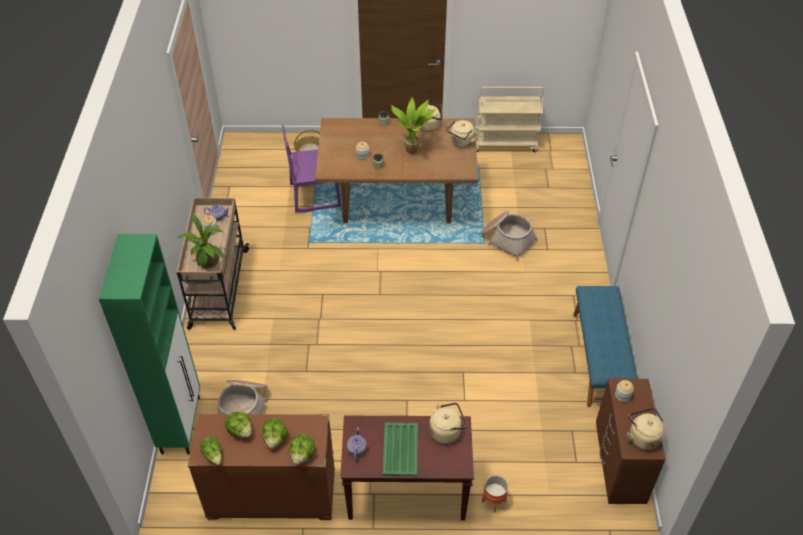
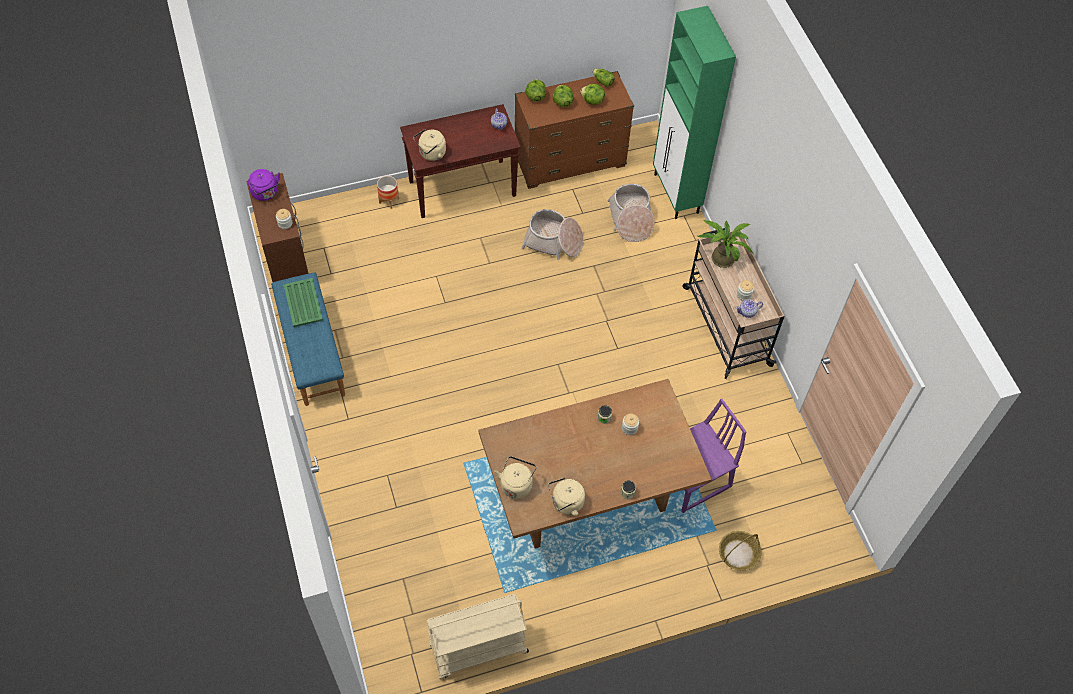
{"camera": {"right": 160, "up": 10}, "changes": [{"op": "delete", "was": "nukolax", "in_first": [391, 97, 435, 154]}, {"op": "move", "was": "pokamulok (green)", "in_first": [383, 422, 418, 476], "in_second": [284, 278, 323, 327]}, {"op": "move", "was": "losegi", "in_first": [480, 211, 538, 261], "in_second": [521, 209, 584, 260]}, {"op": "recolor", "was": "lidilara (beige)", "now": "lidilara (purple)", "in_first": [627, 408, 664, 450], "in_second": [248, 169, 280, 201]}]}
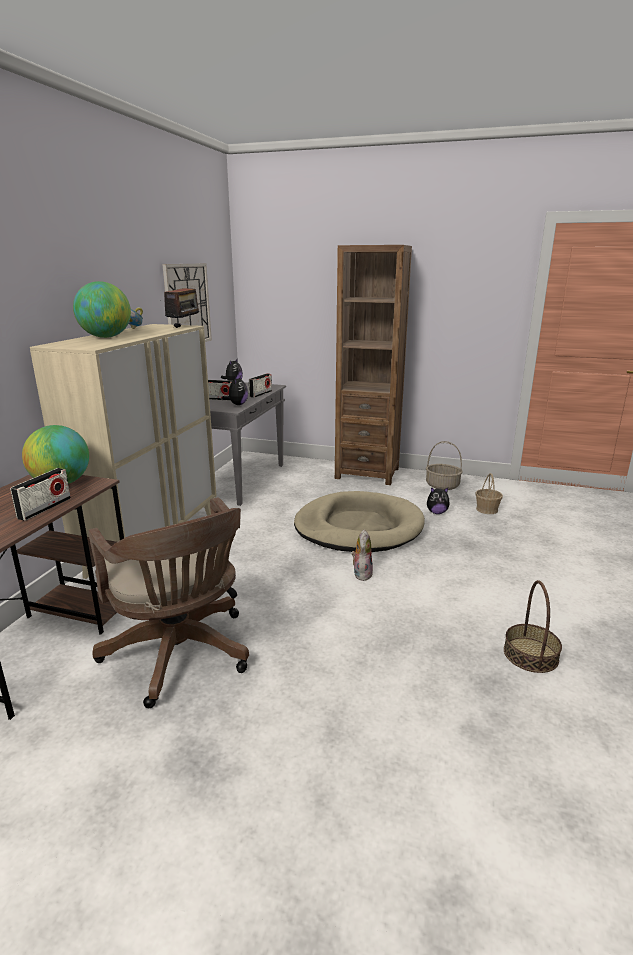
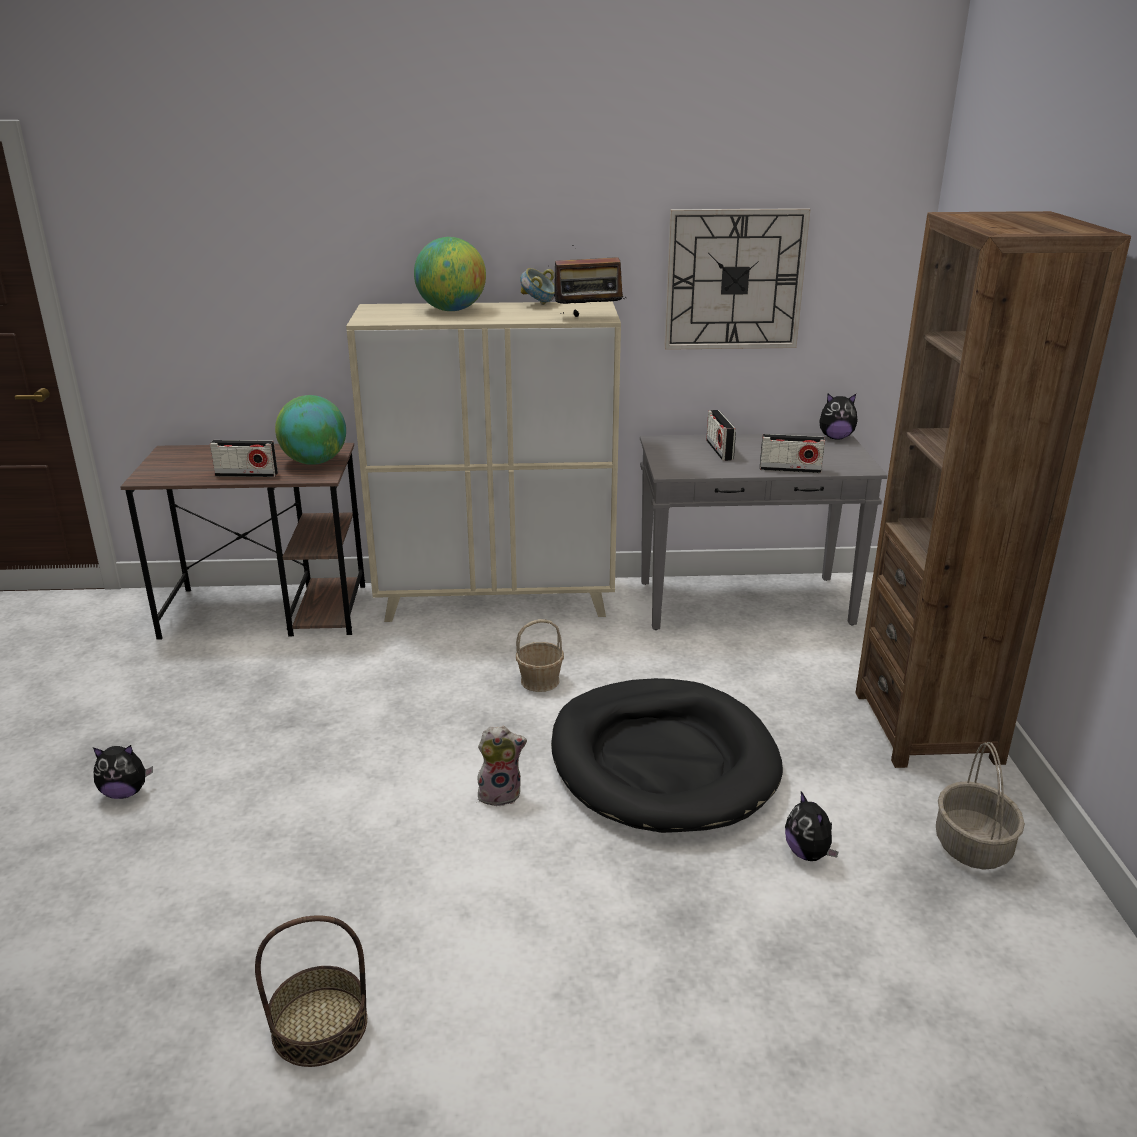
{"camera": {"right": 70, "up": 5}, "changes": [{"op": "delete", "was": "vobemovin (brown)", "in_first": [88, 497, 249, 708]}, {"op": "move", "was": "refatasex", "in_first": [222, 376, 248, 405], "in_second": [93, 745, 153, 799]}, {"op": "move", "was": "losegi", "in_first": [475, 473, 503, 514], "in_second": [516, 619, 564, 692]}, {"op": "recolor", "was": "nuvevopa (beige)", "now": "nuvevopa (black)", "in_first": [294, 491, 425, 552], "in_second": [551, 678, 783, 833]}]}
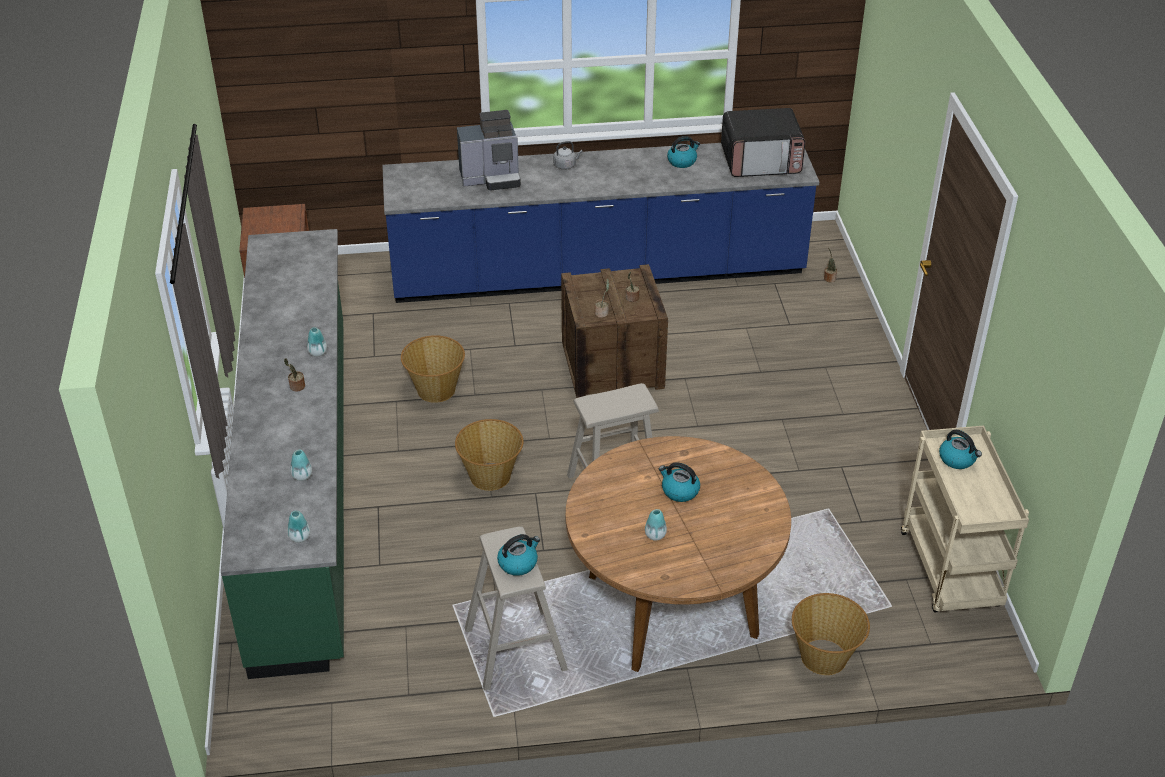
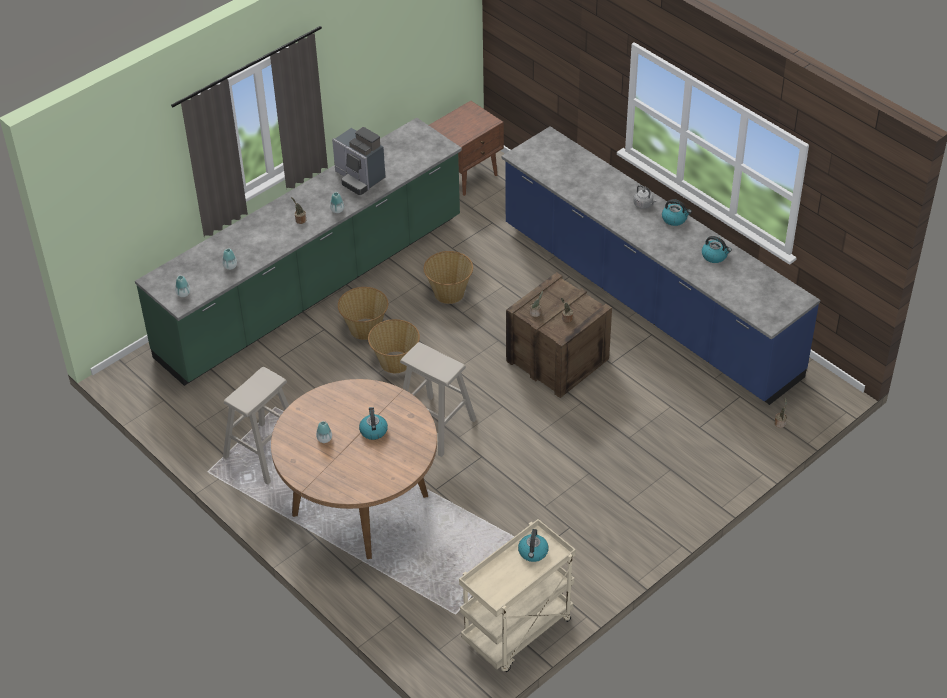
{"camera": {"right": 55, "up": 5}, "changes": [{"op": "delete", "was": "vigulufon", "in_first": [721, 108, 806, 177]}, {"op": "move", "was": "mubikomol", "in_first": [457, 110, 521, 190], "in_second": [332, 127, 385, 195]}, {"op": "move", "was": "lidilara", "in_first": [497, 534, 540, 576], "in_second": [662, 199, 692, 226]}, {"op": "move", "was": "losegi", "in_first": [792, 593, 870, 675], "in_second": [338, 287, 388, 340]}]}
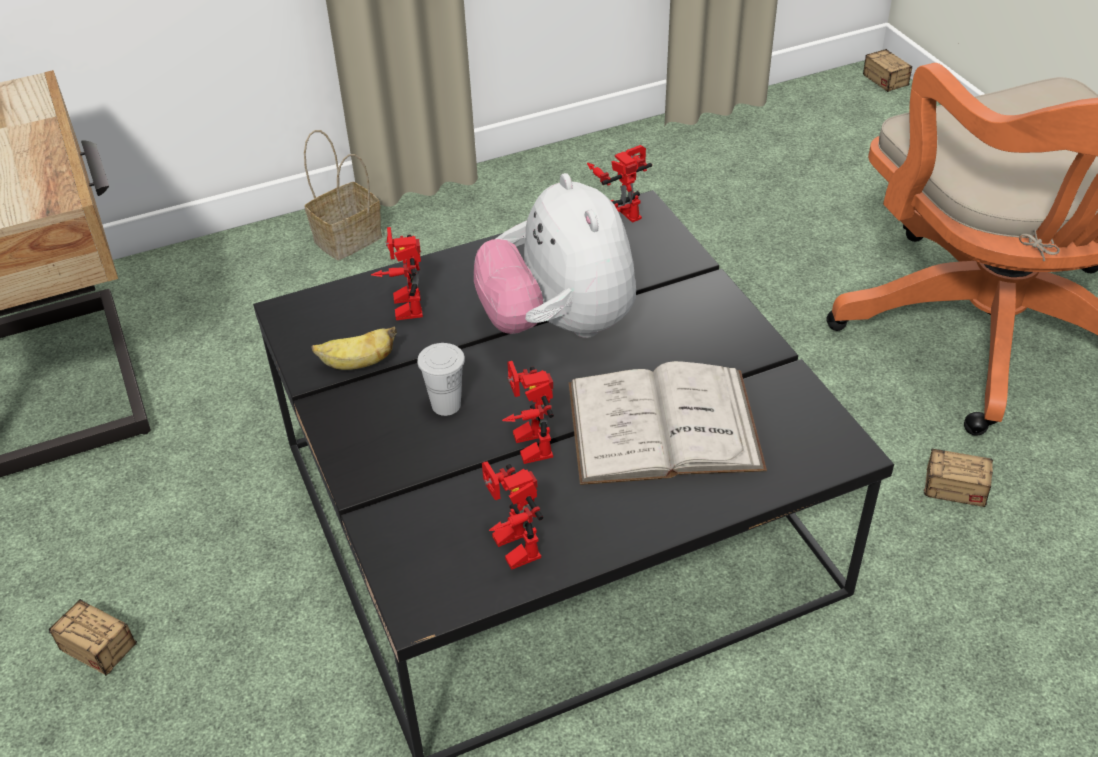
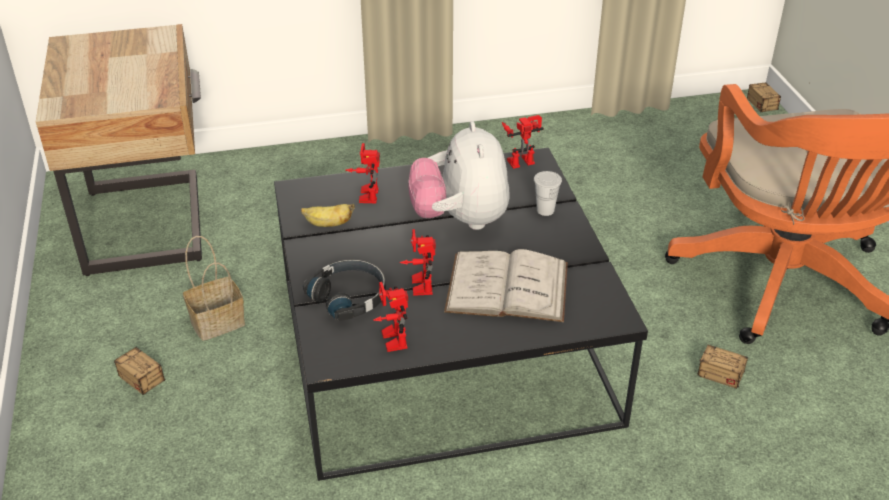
{"camera": {"right": 10, "up": -5}, "changes": [{"op": "insert", "now": "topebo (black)", "in_second": [303, 259, 386, 321]}, {"op": "move", "was": "losegi", "in_first": [304, 130, 382, 260], "in_second": [183, 236, 245, 341]}, {"op": "move", "was": "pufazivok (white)", "in_first": [417, 343, 465, 416], "in_second": [534, 171, 562, 216]}]}
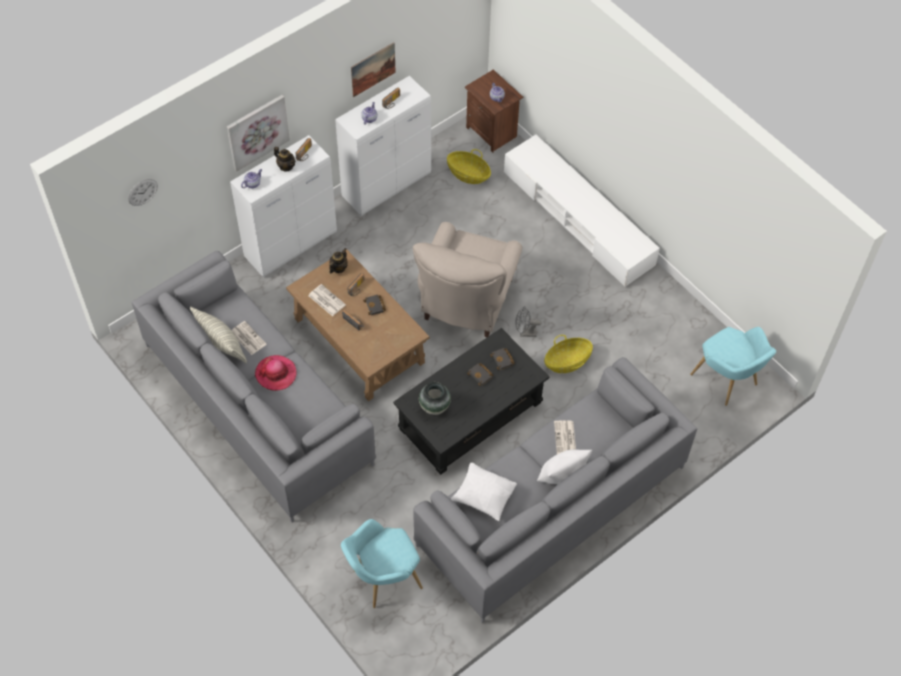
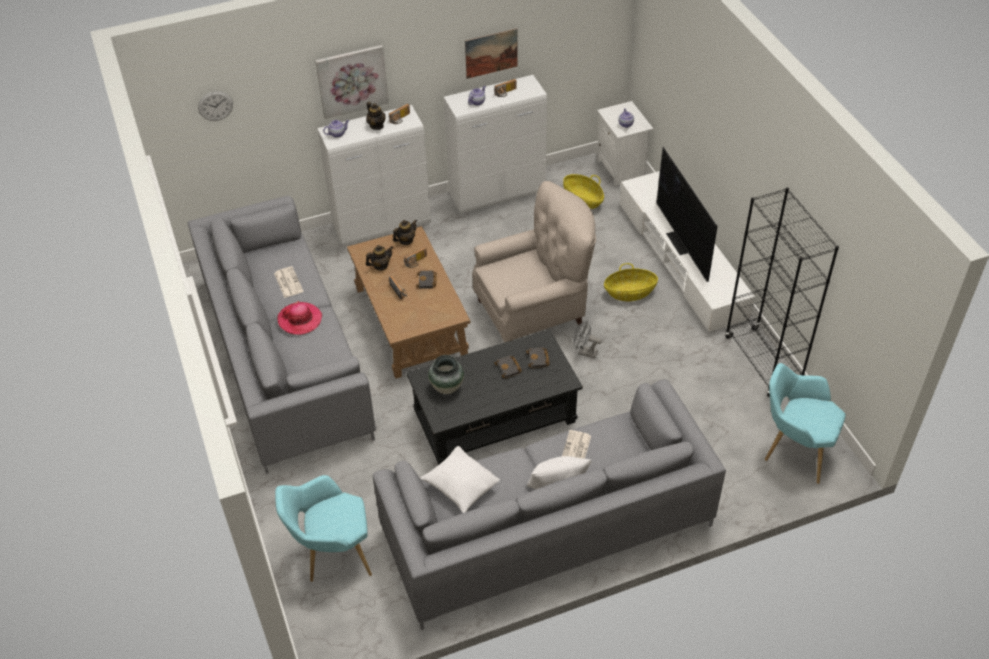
{"camera": {"right": 20, "up": -10}, "changes": [{"op": "delete", "was": "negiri", "in_first": [190, 307, 247, 363]}, {"op": "insert", "now": "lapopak", "in_second": [656, 147, 717, 282]}, {"op": "insert", "now": "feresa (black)", "in_second": [725, 187, 839, 397]}, {"op": "move", "was": "losegi", "in_first": [544, 335, 593, 373], "in_second": [604, 263, 658, 301]}, {"op": "replace", "was": "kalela", "now": "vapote", "in_first": [308, 284, 346, 316], "in_second": [366, 245, 393, 270]}, {"op": "recolor", "was": "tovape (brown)", "now": "tovape (white)", "in_first": [465, 70, 523, 153], "in_second": [597, 101, 653, 186]}, {"op": "rotate", "was": "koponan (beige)", "in_first": [413, 222, 522, 337], "in_second": [472, 181, 596, 342], "clockwise": -150}, {"op": "rotate", "was": "koponan (turquoise)", "in_first": [690, 327, 776, 406], "in_second": [765, 363, 846, 484], "clockwise": 135}]}
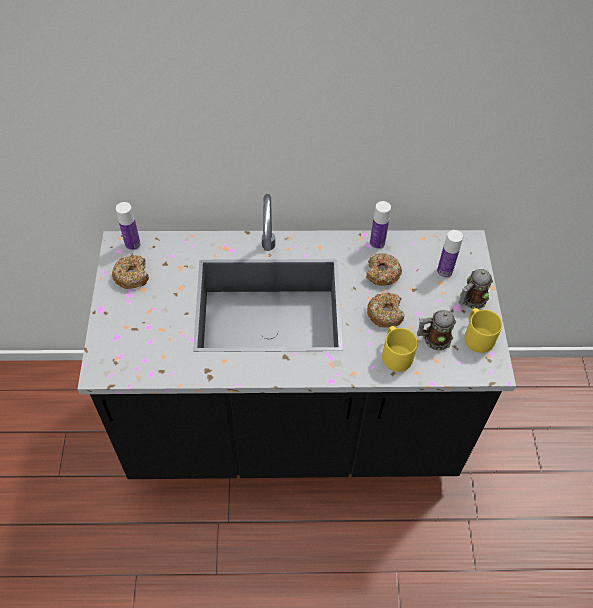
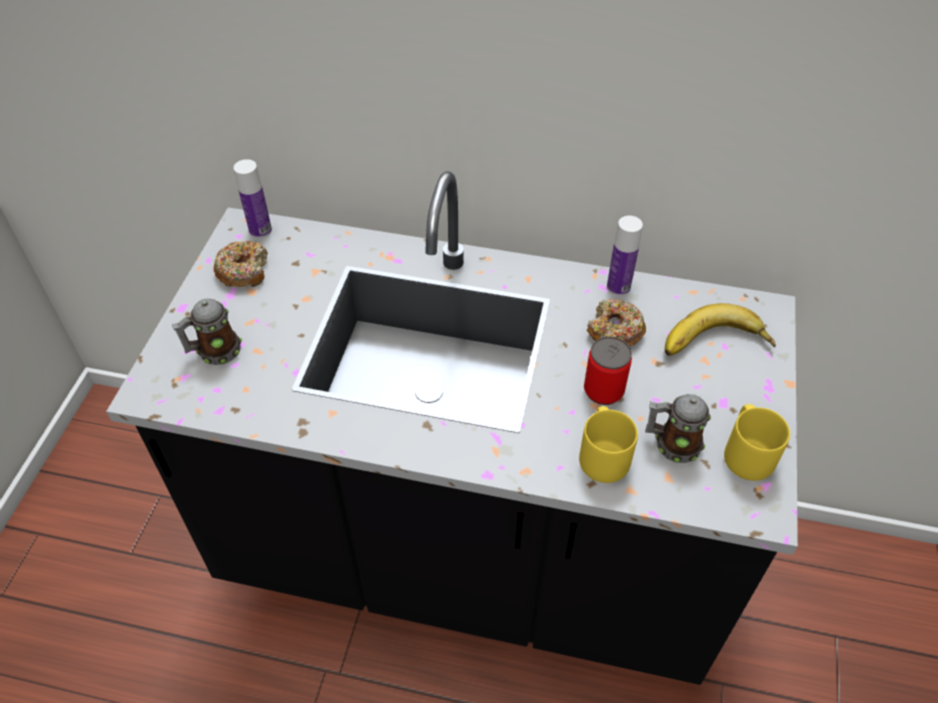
{"camera": {"right": 15, "up": -5}, "changes": [{"op": "move", "was": "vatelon", "in_first": [459, 269, 493, 309], "in_second": [172, 298, 242, 365]}, {"op": "replace", "was": "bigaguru", "now": "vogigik", "in_first": [367, 293, 404, 328], "in_second": [584, 336, 632, 405]}, {"op": "replace", "was": "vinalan", "now": "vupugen", "in_first": [437, 230, 463, 278], "in_second": [665, 303, 776, 356]}]}
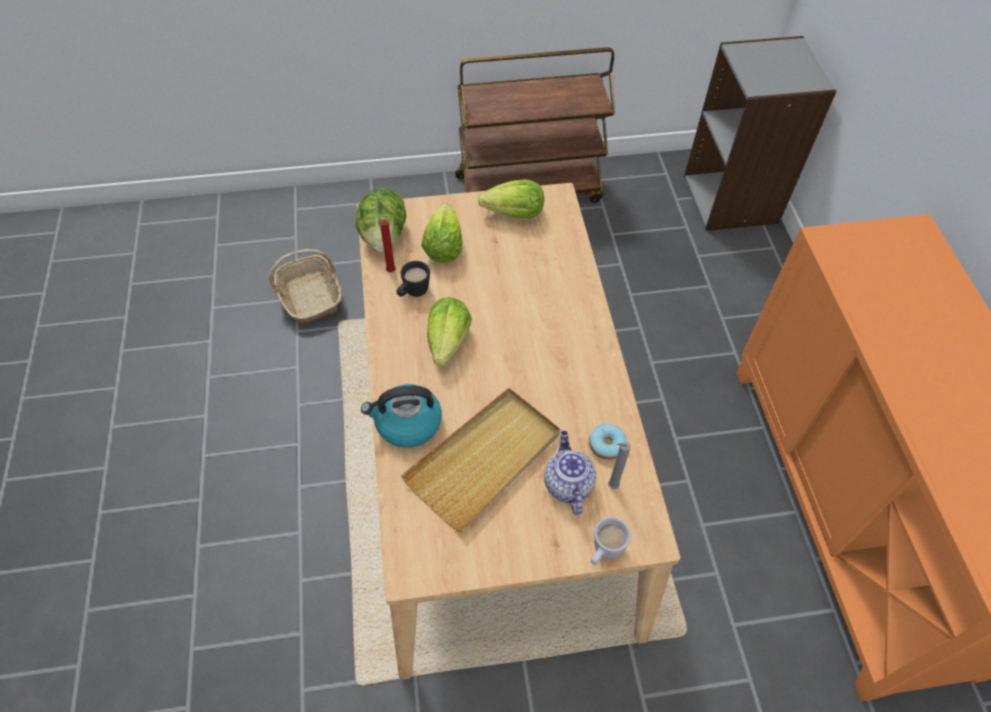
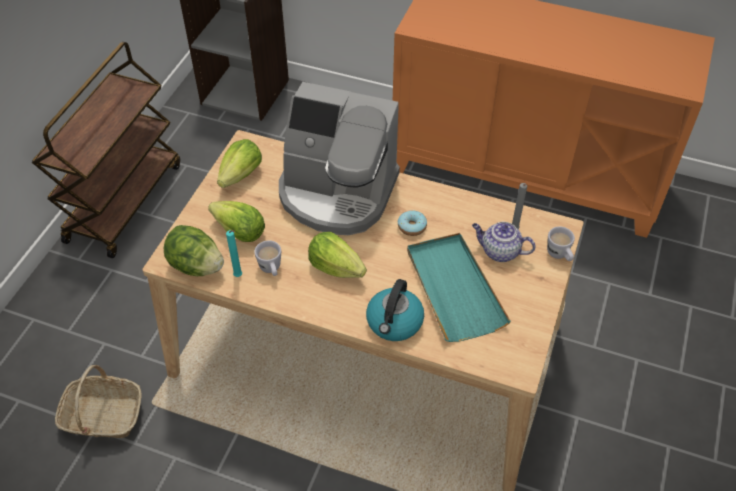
{"camera": {"right": -60, "up": -5}, "changes": [{"op": "insert", "now": "mubikomol", "in_second": [279, 82, 400, 235]}, {"op": "move", "was": "bigaguru", "in_first": [589, 424, 627, 460], "in_second": [398, 210, 427, 236]}, {"op": "recolor", "was": "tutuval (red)", "now": "tutuval (turquoise)", "in_first": [380, 219, 396, 273], "in_second": [226, 230, 242, 277]}, {"op": "recolor", "was": "vatelon (black)", "now": "vatelon (white)", "in_first": [397, 261, 430, 297], "in_second": [254, 240, 281, 276]}, {"op": "recolor", "was": "pokamulok (beige)", "now": "pokamulok (turquoise)", "in_first": [401, 388, 560, 533], "in_second": [407, 233, 511, 342]}]}
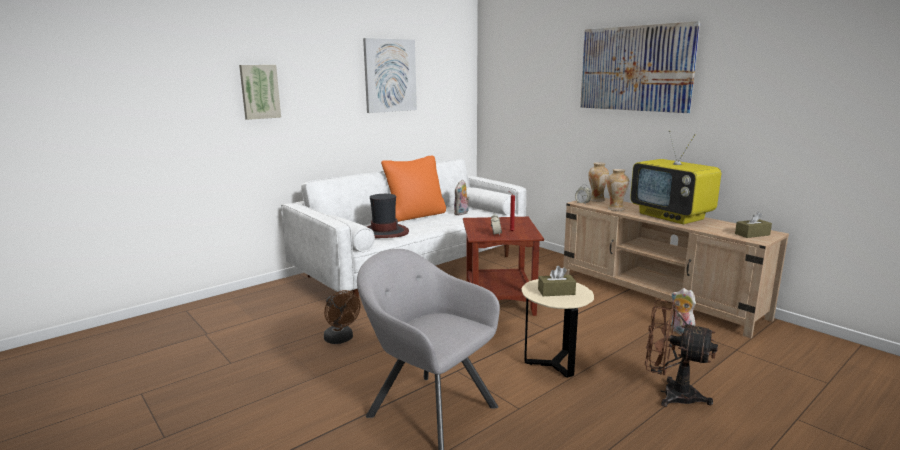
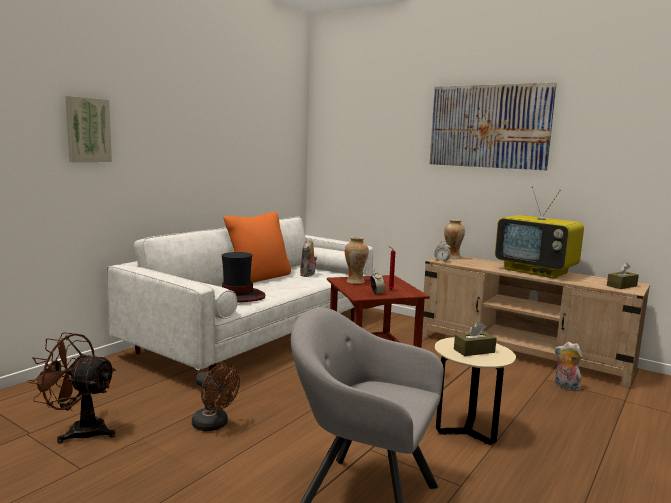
{"camera": {"right": -15, "up": -5}, "changes": [{"op": "delete", "was": "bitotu", "in_first": [363, 38, 417, 113]}, {"op": "move", "was": "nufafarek", "in_first": [607, 169, 629, 211], "in_second": [345, 237, 369, 284]}, {"op": "move", "was": "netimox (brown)", "in_first": [645, 300, 718, 407], "in_second": [27, 332, 116, 444]}]}
